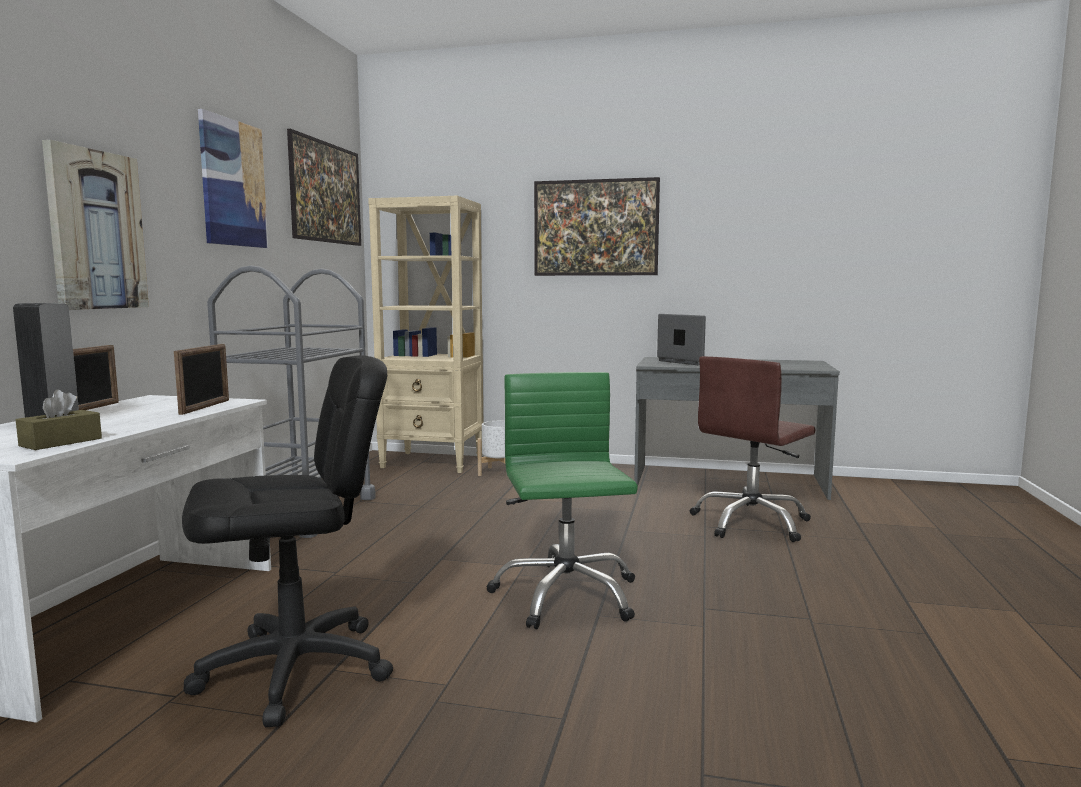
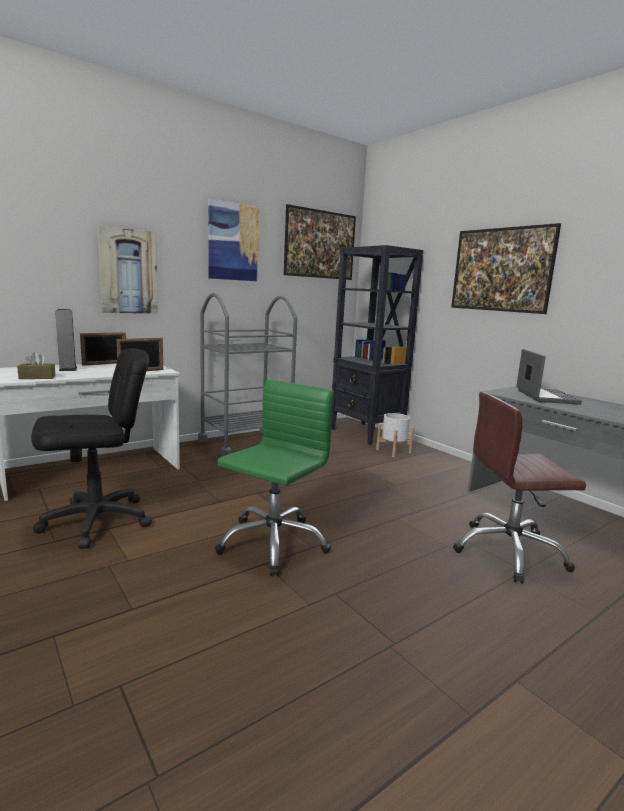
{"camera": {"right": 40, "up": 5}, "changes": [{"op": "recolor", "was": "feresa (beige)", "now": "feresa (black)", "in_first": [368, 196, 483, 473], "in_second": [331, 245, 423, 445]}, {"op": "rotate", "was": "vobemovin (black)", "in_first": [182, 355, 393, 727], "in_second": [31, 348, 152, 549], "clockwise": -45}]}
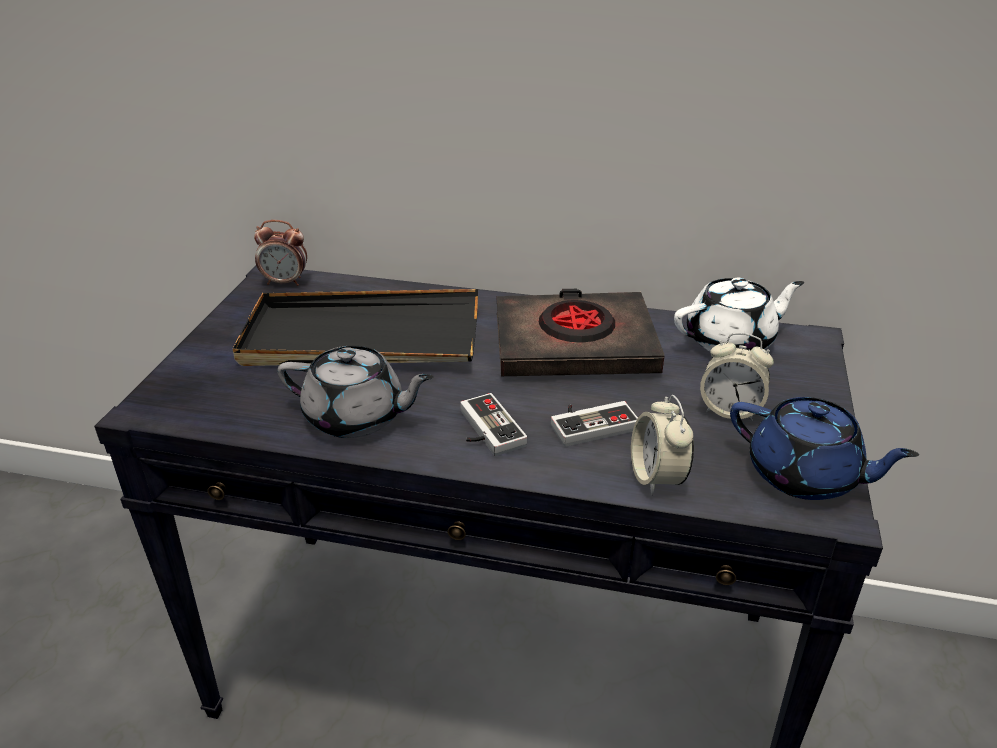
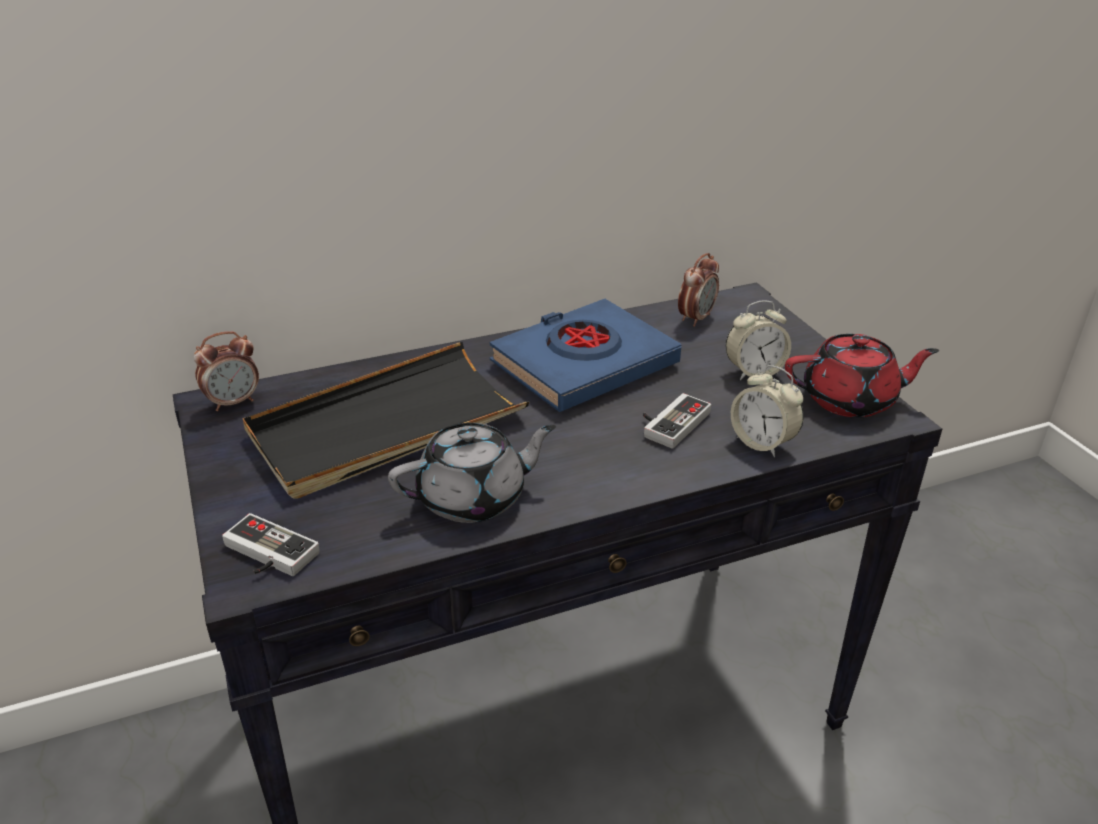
{"camera": {"right": -35, "up": 0}, "changes": [{"op": "move", "was": "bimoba", "in_first": [460, 393, 527, 456], "in_second": [222, 513, 320, 576]}, {"op": "replace", "was": "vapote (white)", "now": "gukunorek", "in_first": [674, 278, 804, 351], "in_second": [678, 253, 719, 327]}, {"op": "recolor", "was": "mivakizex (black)", "now": "mivakizex (blue)", "in_first": [497, 289, 664, 376], "in_second": [490, 299, 681, 412]}, {"op": "recolor", "was": "vapote (blue)", "now": "vapote (red)", "in_first": [730, 397, 919, 500], "in_second": [785, 334, 939, 417]}]}
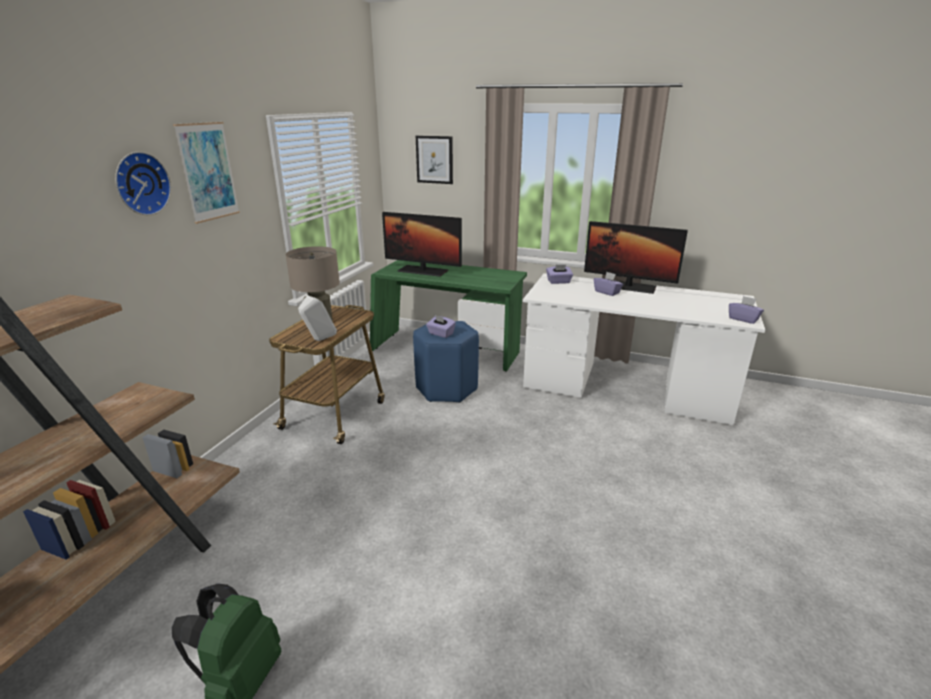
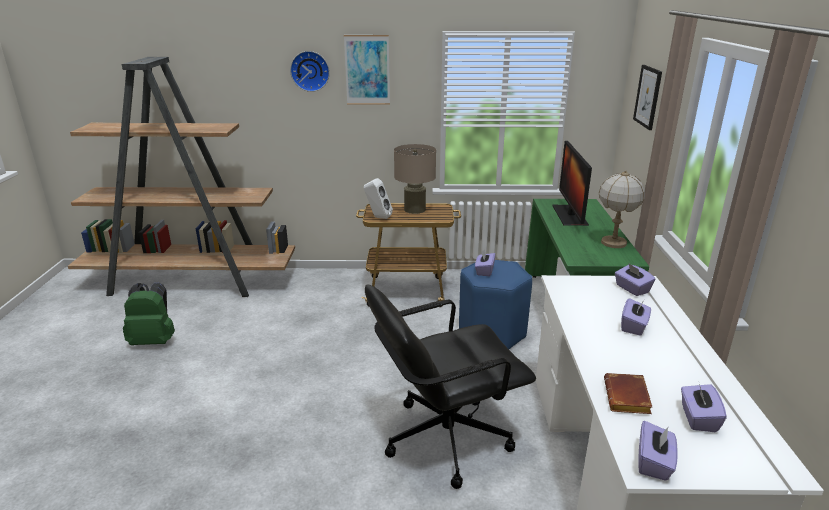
{"camera": {"right": 70, "up": 0}, "changes": [{"op": "delete", "was": "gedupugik", "in_first": [584, 221, 688, 294]}, {"op": "insert", "now": "vobemovin (black)", "in_second": [365, 284, 536, 489]}, {"op": "insert", "now": "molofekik", "in_second": [599, 170, 645, 248]}, {"op": "insert", "now": "mivakizex (brown)", "in_second": [604, 373, 653, 414]}, {"op": "insert", "now": "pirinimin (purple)", "in_second": [681, 384, 727, 432]}]}
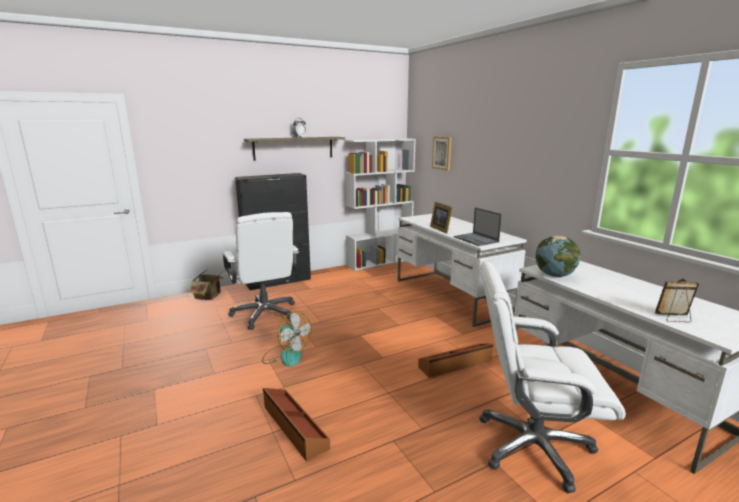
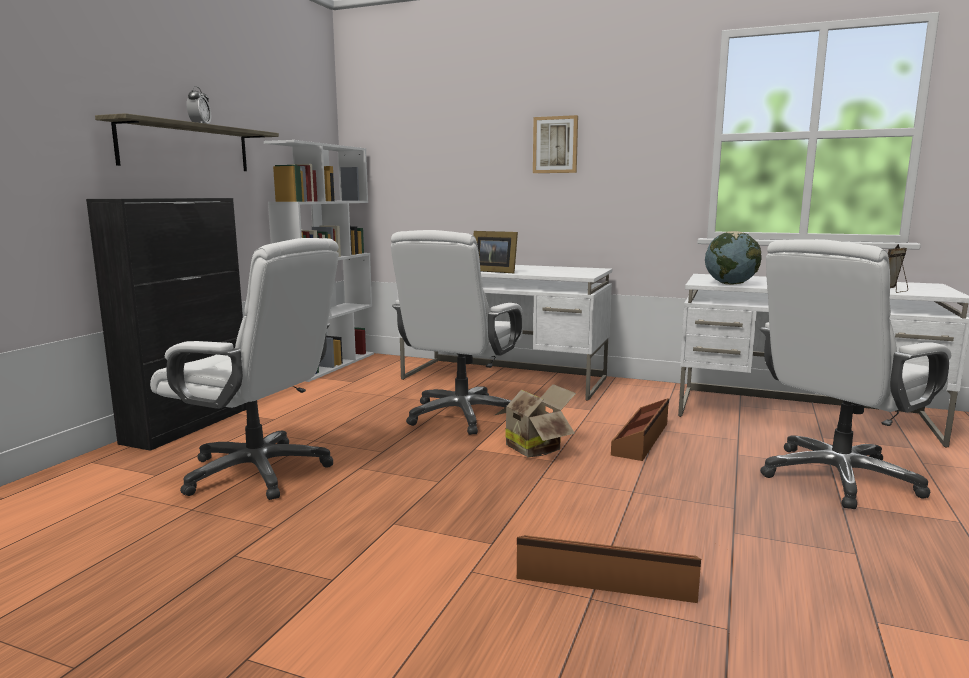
{"camera": {"right": -40, "up": -5}, "changes": [{"op": "delete", "was": "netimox", "in_first": [262, 311, 312, 367]}, {"op": "delete", "was": "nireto", "in_first": [453, 207, 502, 246]}, {"op": "insert", "now": "vobemovin (white)", "in_second": [391, 230, 523, 435]}, {"op": "move", "was": "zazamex", "in_first": [188, 269, 225, 300], "in_second": [495, 384, 576, 458]}, {"op": "move", "was": "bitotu", "in_first": [432, 136, 452, 171], "in_second": [533, 115, 578, 173]}]}
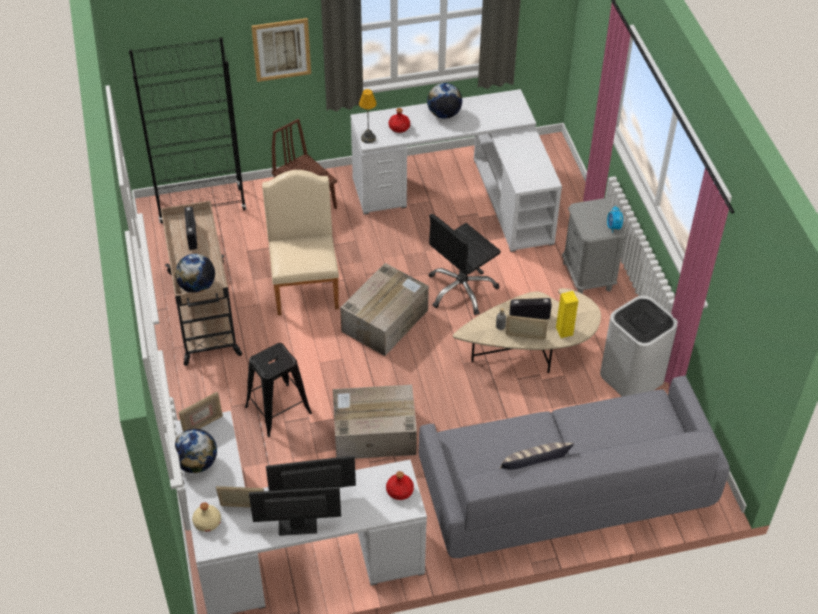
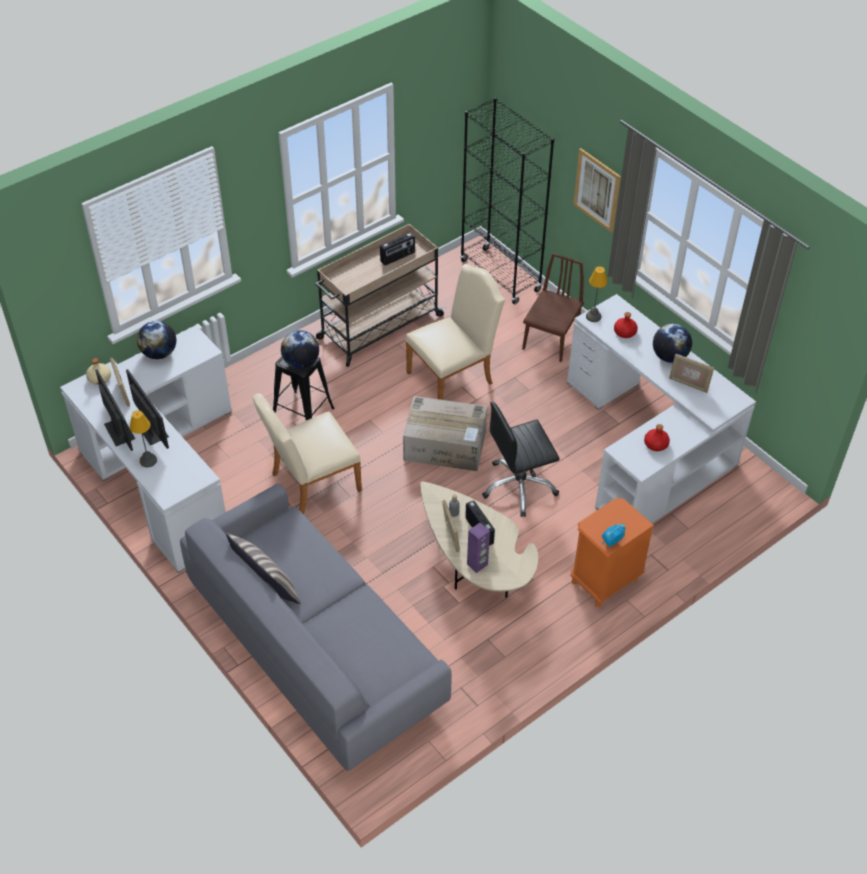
{"camera": {"right": 65, "up": 0}, "changes": [{"op": "delete", "was": "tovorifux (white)", "in_first": [600, 296, 678, 397]}, {"op": "insert", "now": "molofekik", "in_second": [130, 410, 157, 467]}, {"op": "move", "was": "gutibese", "in_first": [175, 254, 215, 292], "in_second": [281, 330, 319, 369]}, {"op": "move", "was": "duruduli", "in_first": [179, 392, 223, 432], "in_second": [669, 354, 714, 393]}, {"op": "move", "was": "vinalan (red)", "in_first": [386, 471, 414, 500], "in_second": [644, 424, 670, 451]}, {"op": "replace", "was": "zazamex", "now": "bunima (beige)", "in_first": [333, 385, 417, 459], "in_second": [253, 393, 362, 514]}, {"op": "recolor", "was": "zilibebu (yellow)", "now": "zilibebu (purple)", "in_first": [556, 291, 578, 338], "in_second": [467, 523, 490, 573]}, {"op": "recolor", "was": "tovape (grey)", "now": "tovape (orange)", "in_first": [562, 198, 626, 294], "in_second": [571, 498, 654, 607]}, {"op": "rotate", "was": "vobemovin (black)", "in_first": [429, 214, 501, 315], "in_second": [482, 402, 560, 517], "clockwise": -45}]}
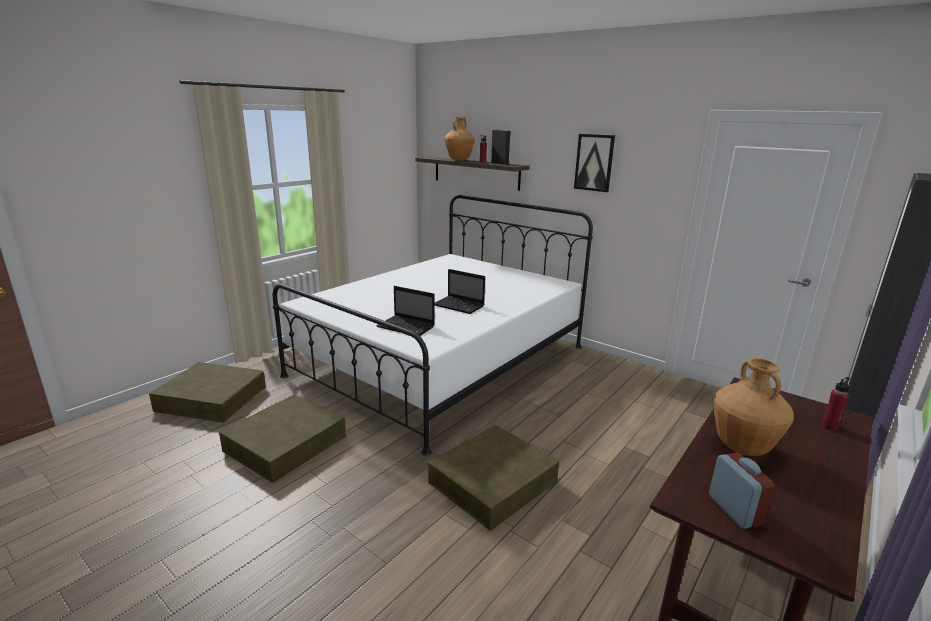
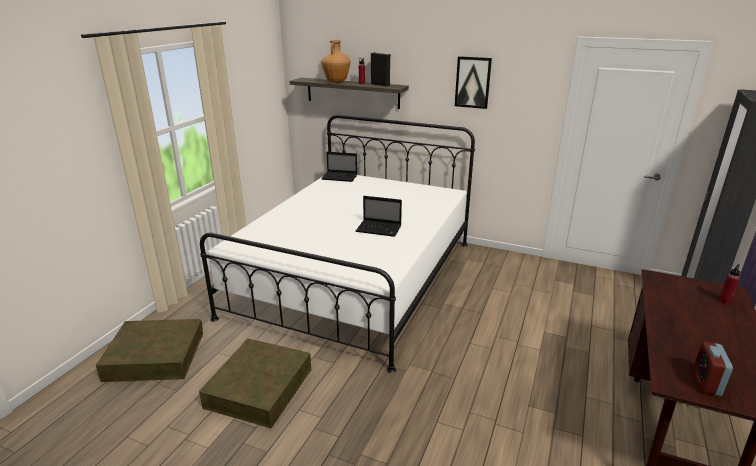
{"camera": {"right": -15, "up": 5}, "changes": [{"op": "delete", "was": "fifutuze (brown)", "in_first": [428, 425, 559, 531]}, {"op": "delete", "was": "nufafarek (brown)", "in_first": [713, 358, 794, 456]}, {"op": "move", "was": "nireto", "in_first": [376, 286, 435, 336], "in_second": [321, 152, 357, 182]}, {"op": "rotate", "was": "gukunorek", "in_first": [709, 453, 775, 529], "in_second": [693, 341, 733, 396], "clockwise": -135}]}
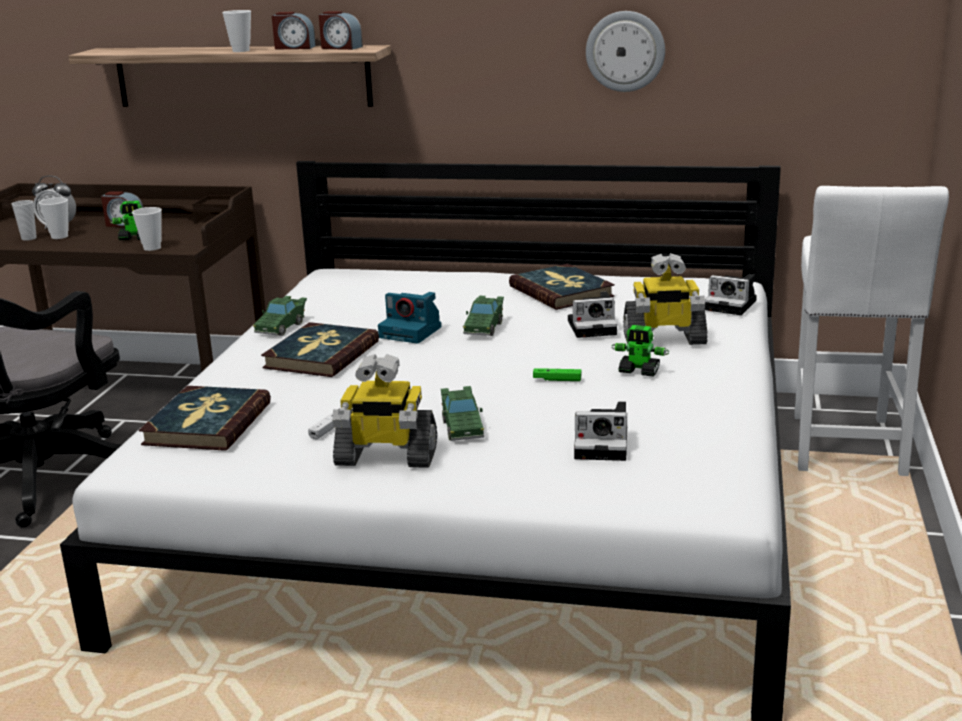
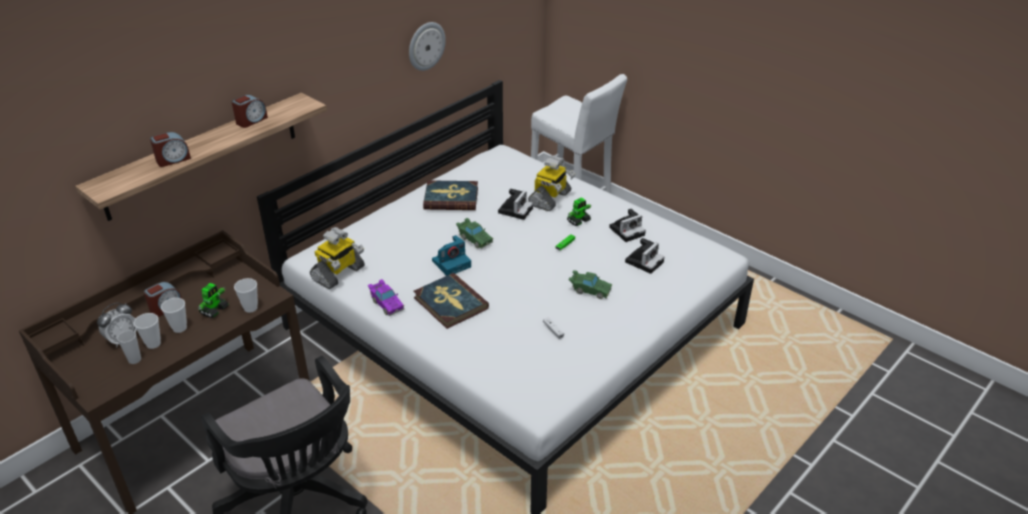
{"camera": {"right": -60, "up": 15}, "changes": [{"op": "delete", "was": "mivakizex", "in_first": [139, 386, 271, 451]}, {"op": "move", "was": "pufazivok", "in_first": [222, 10, 251, 52], "in_second": [161, 298, 187, 333]}, {"op": "move", "was": "gukunorek", "in_first": [319, 11, 363, 50], "in_second": [150, 132, 191, 167]}, {"op": "move", "was": "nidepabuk", "in_first": [332, 354, 437, 468], "in_second": [310, 227, 365, 289]}, {"op": "move", "was": "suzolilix", "in_first": [705, 274, 757, 315], "in_second": [609, 209, 646, 242]}, {"op": "recolor", "was": "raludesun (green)", "now": "raludesun (purple)", "in_first": [253, 296, 307, 336], "in_second": [368, 279, 404, 316]}]}
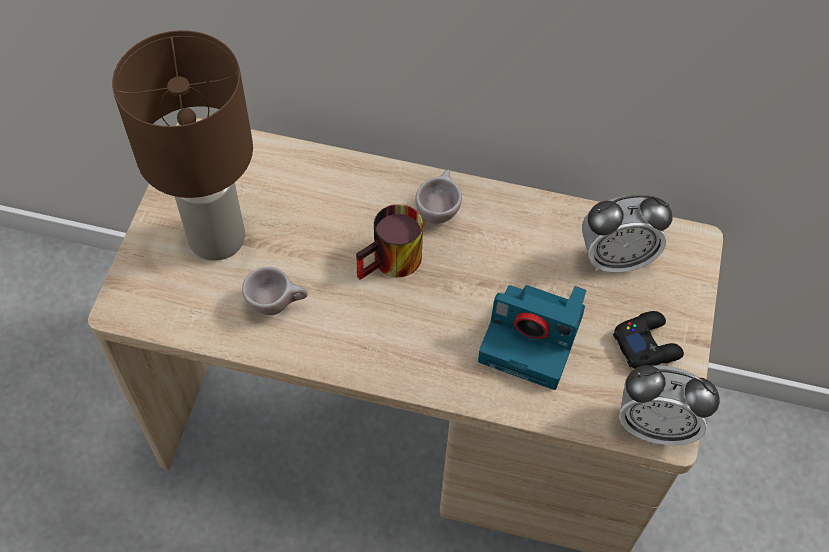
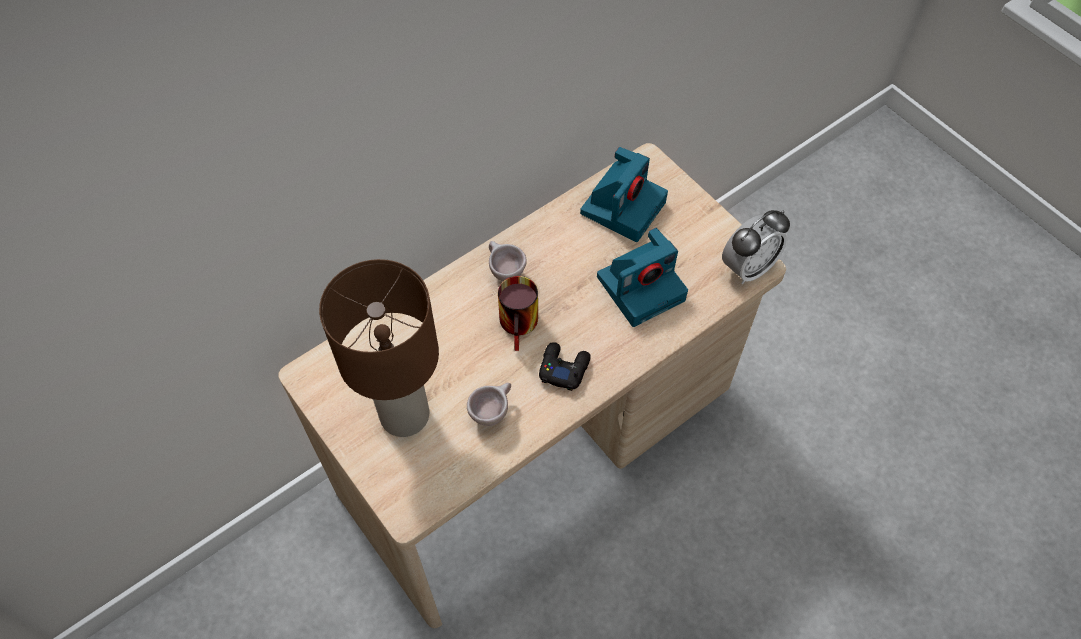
{"camera": {"right": -50, "up": 0}, "changes": [{"op": "move", "was": "bimoba (black)", "in_first": [613, 311, 684, 369], "in_second": [539, 342, 591, 391]}, {"op": "replace", "was": "gukunorek", "now": "suzolilix", "in_first": [582, 195, 673, 273], "in_second": [580, 147, 668, 242]}]}
